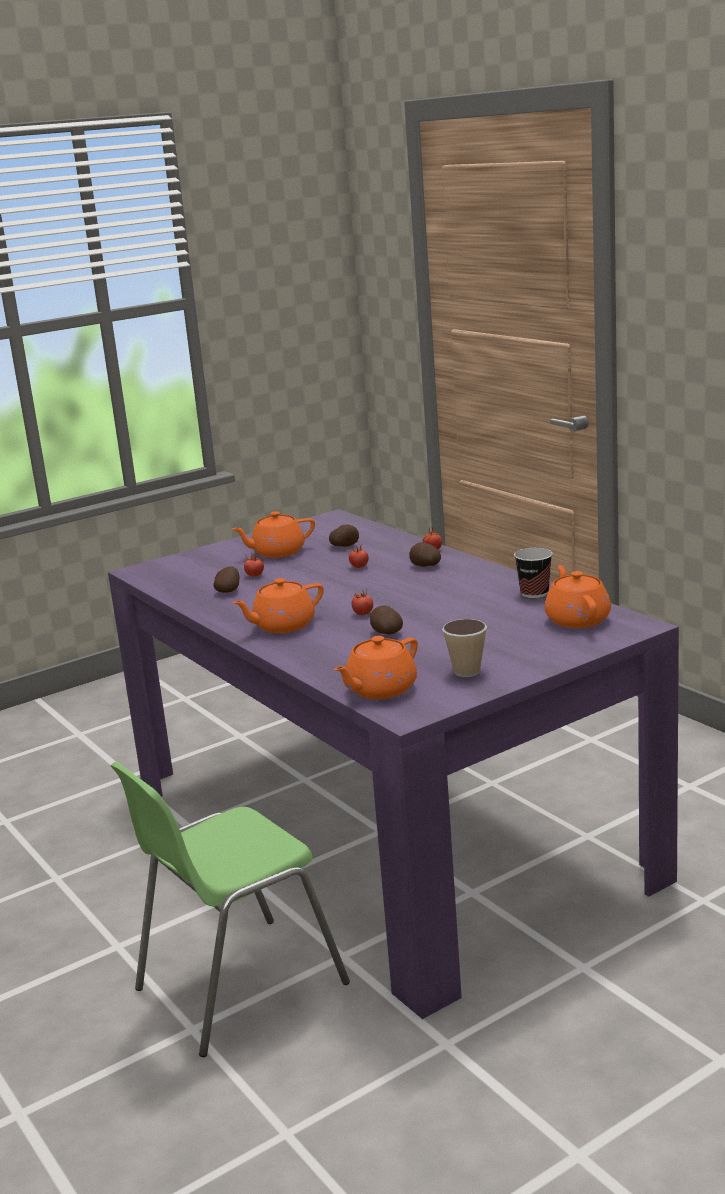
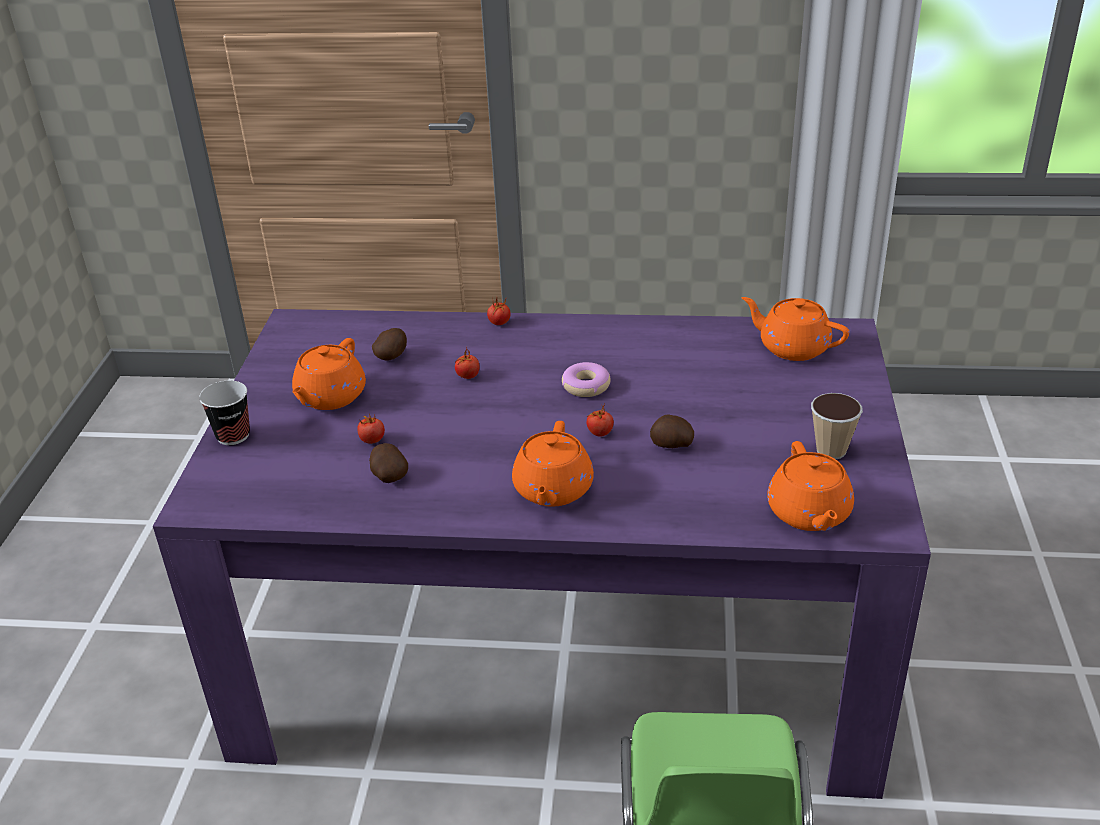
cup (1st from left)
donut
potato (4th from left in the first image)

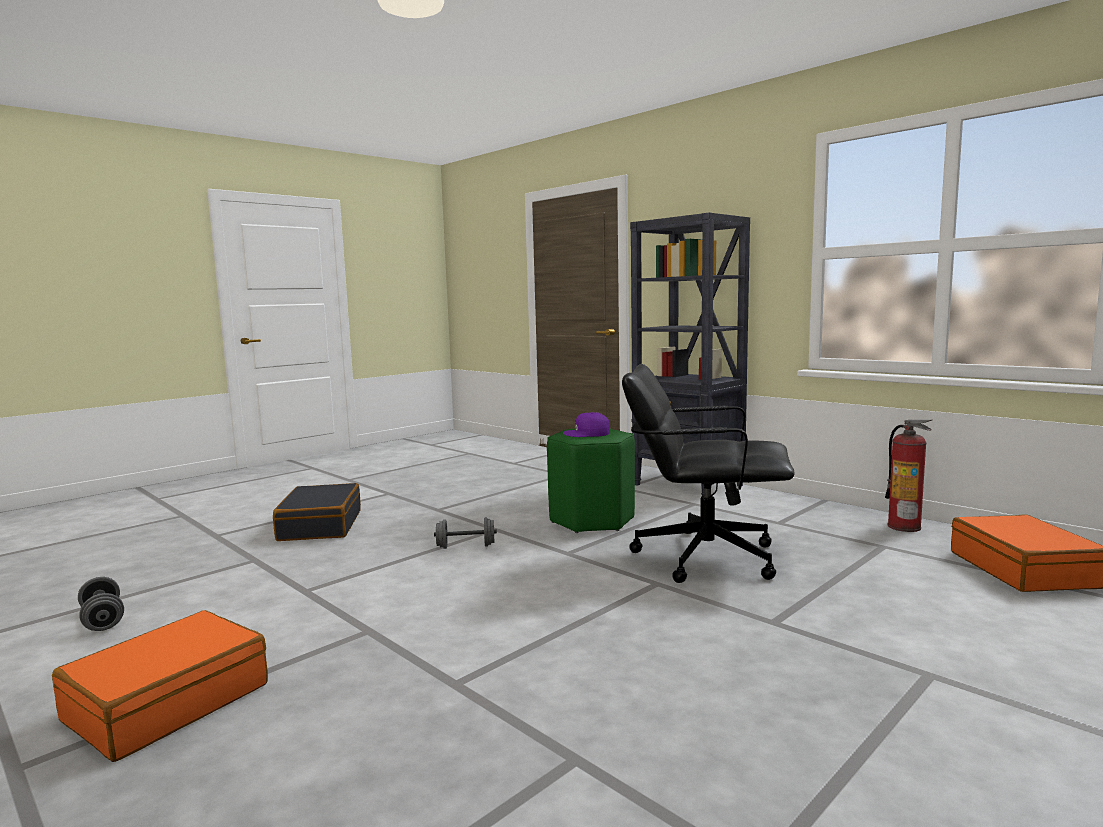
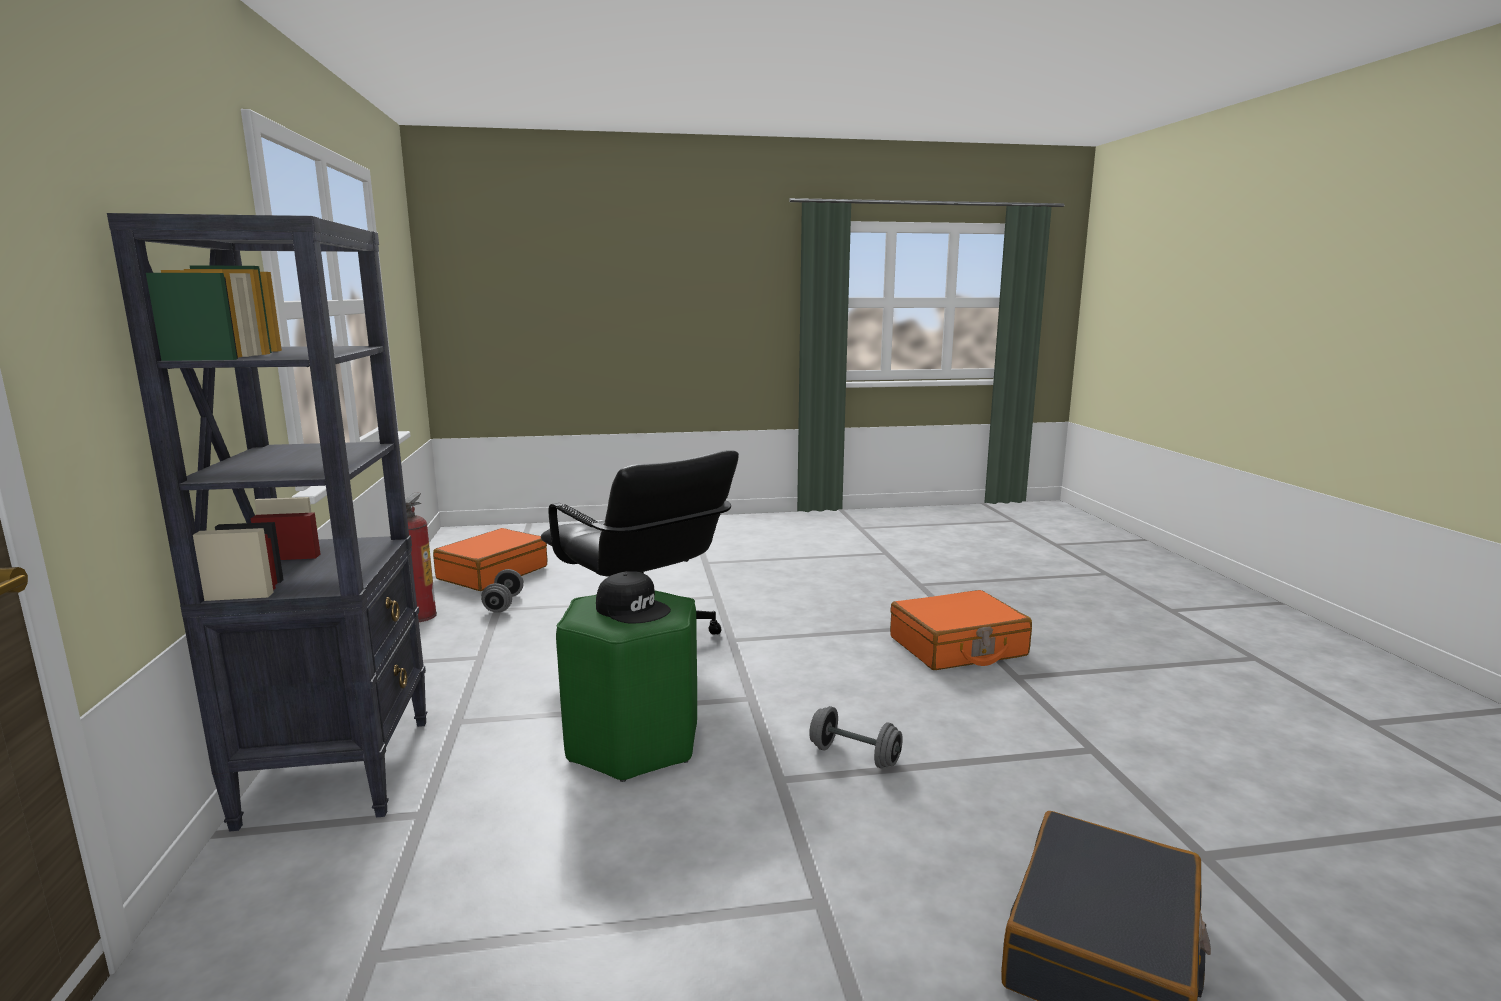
dumbbell (grey) (1st from left)
cap (black)
suitcase (orange) (2nd from left)

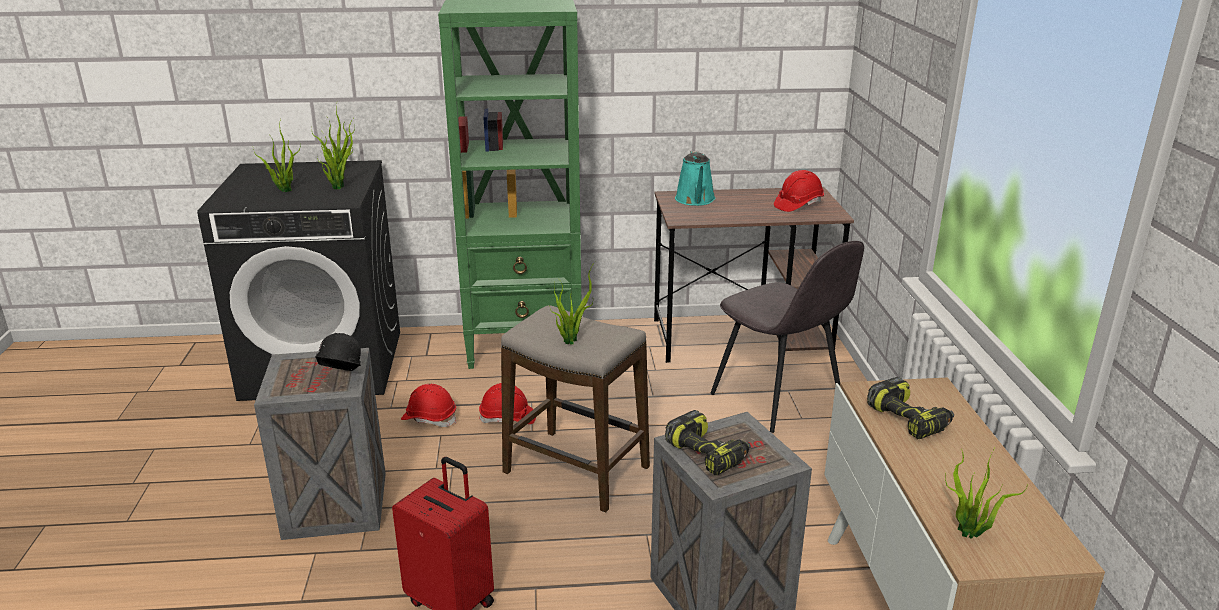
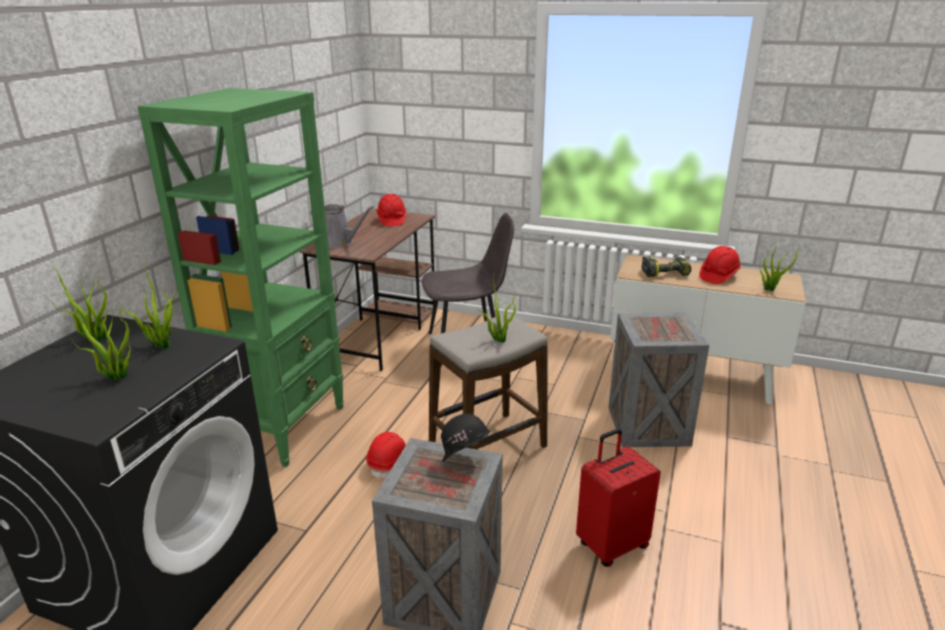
watering can (grey)
hard hat (red) (3rd from left)
power drill (1st from left in the first image)

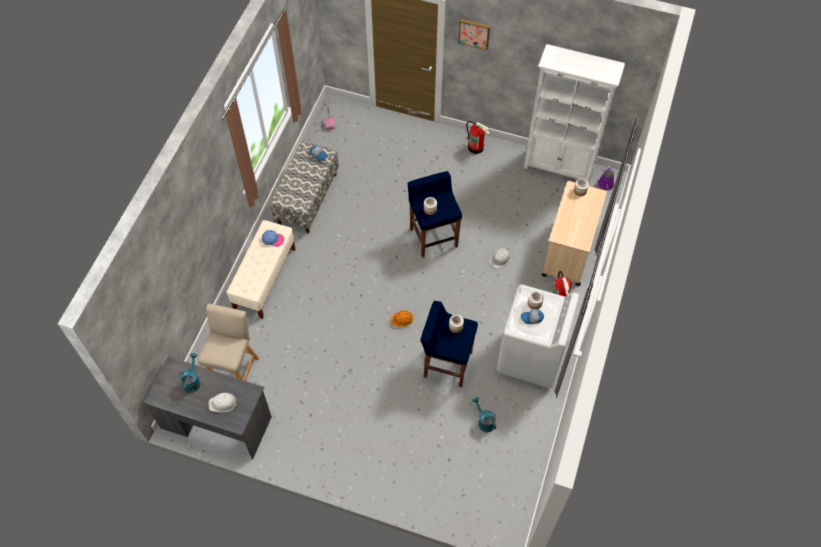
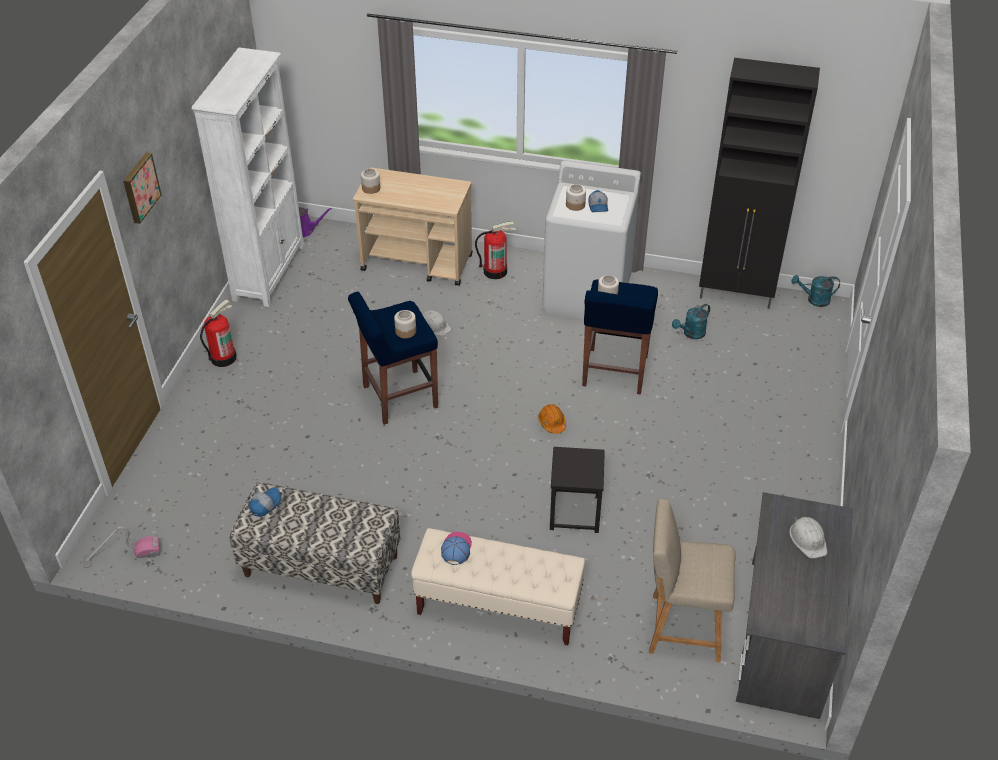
stool (black)
cabinet (black)
watering can (turquoise) (2nd from left)

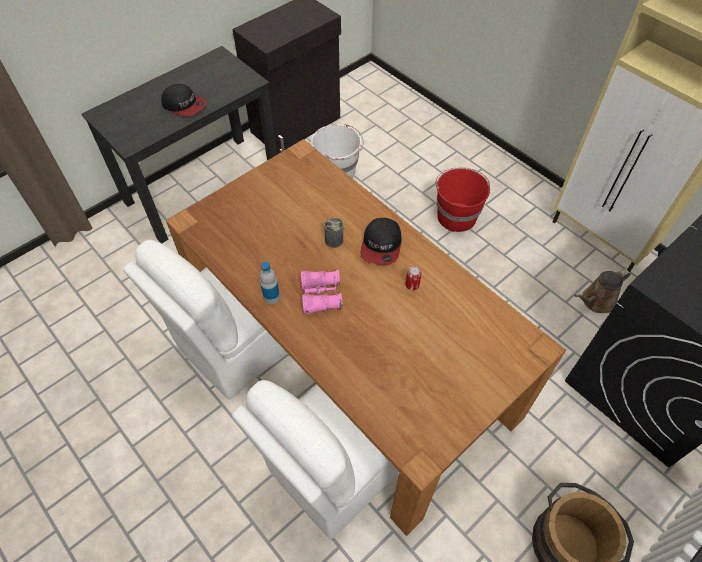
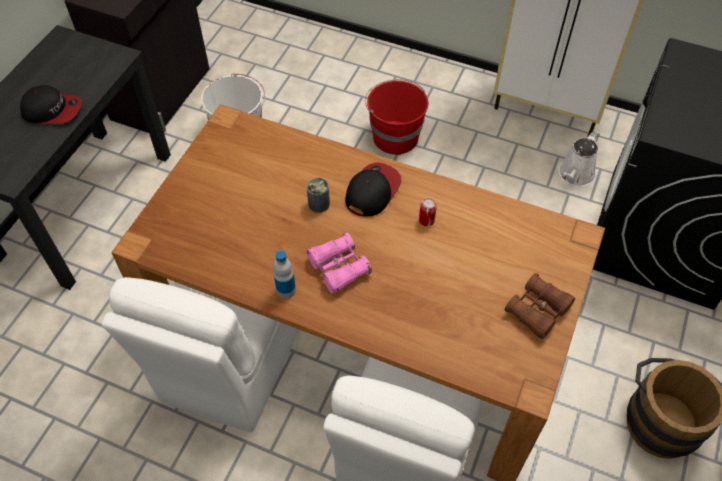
cap (2nd from left)
binoculars (brown)
watering can (white)

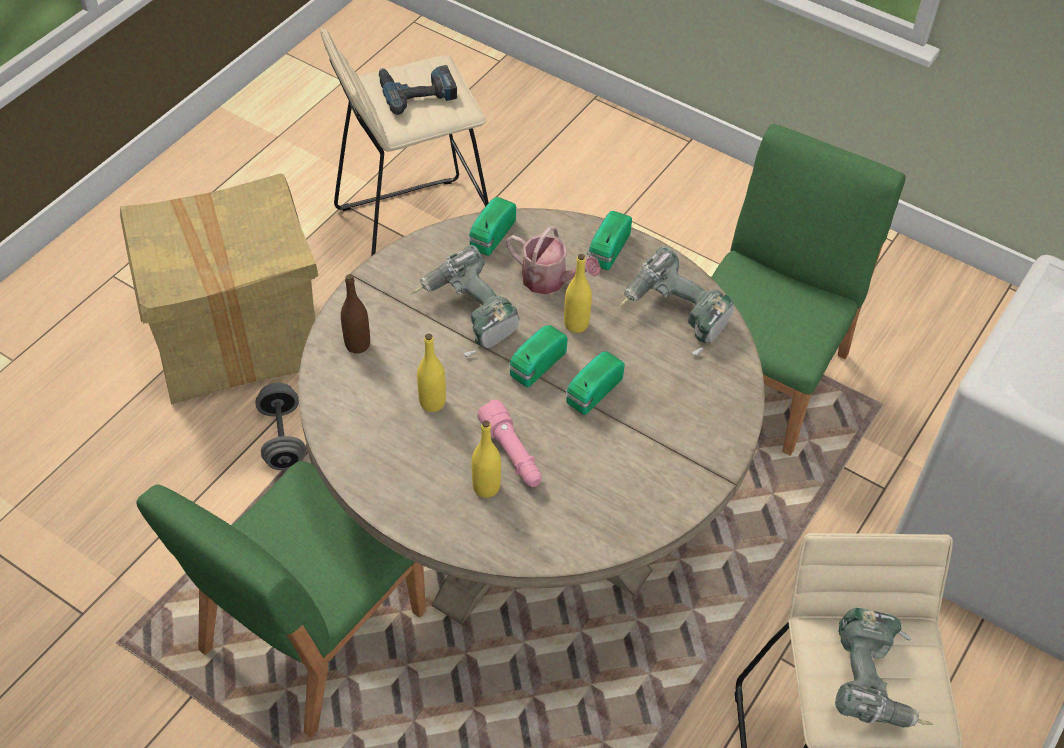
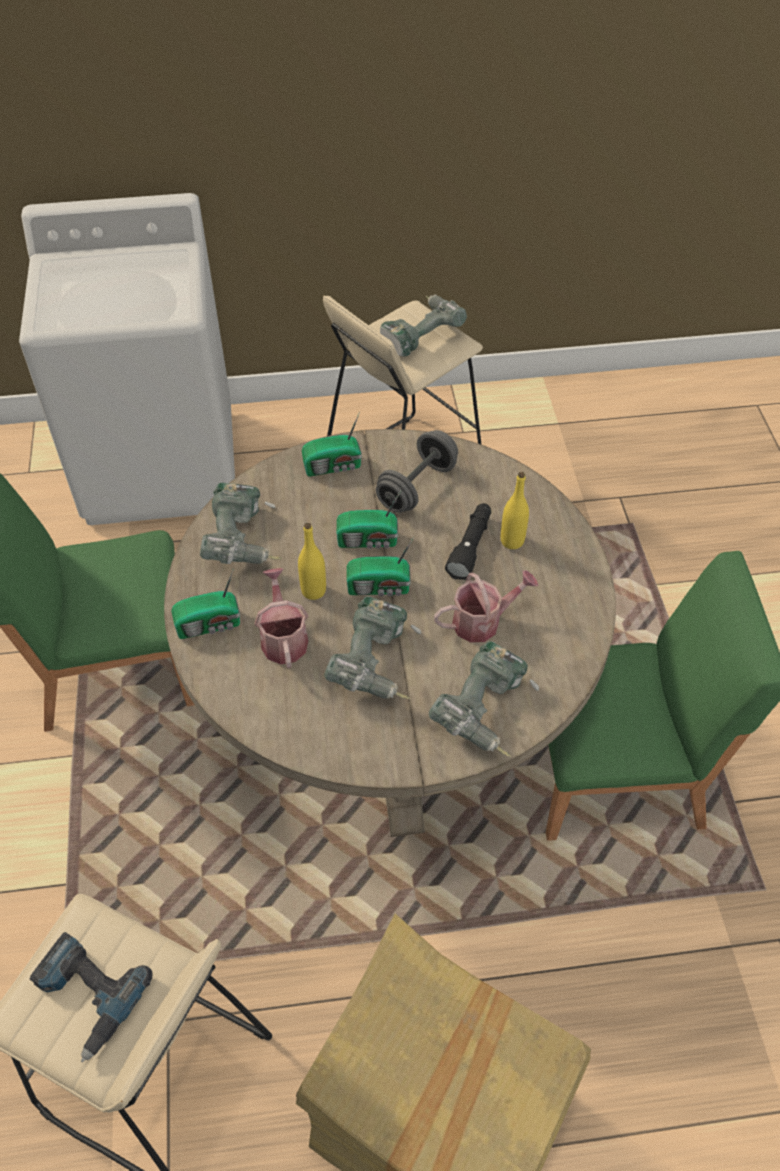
radio (2nd from left)
dumbbell (grey)
power drill (5th from left)
watering can (2nd from left)
flashlight (black)

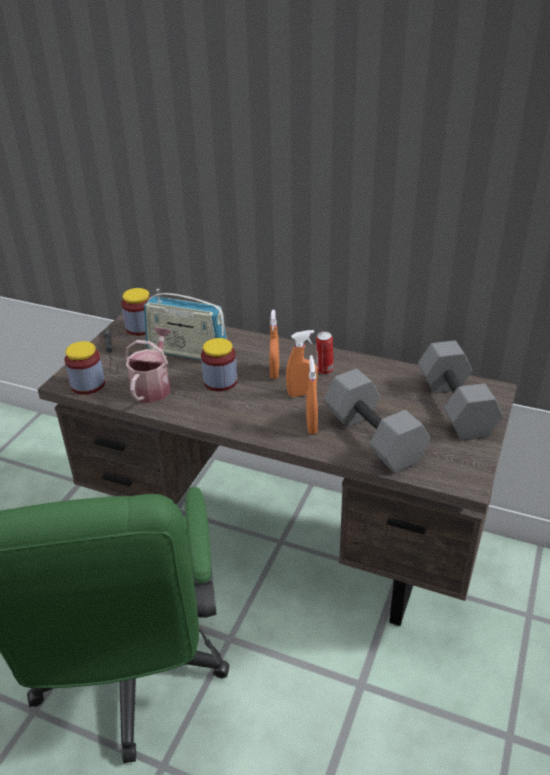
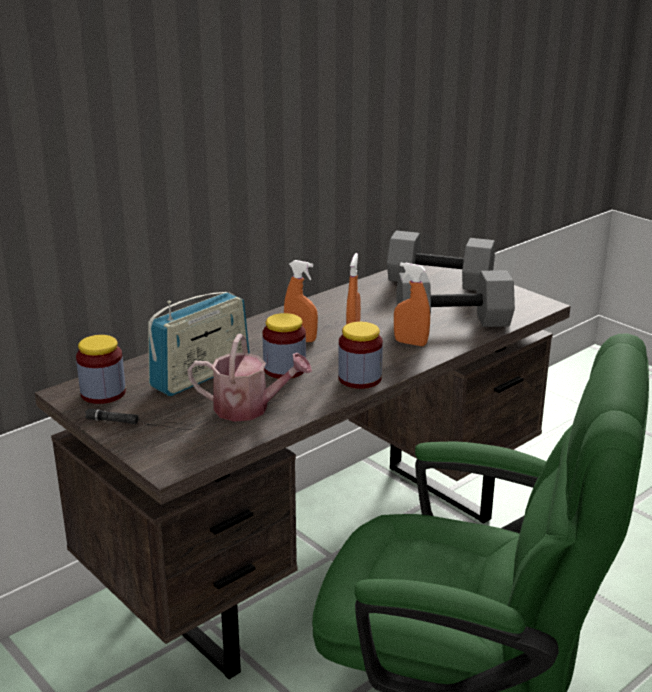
watering can
jar (3rd from left)
can

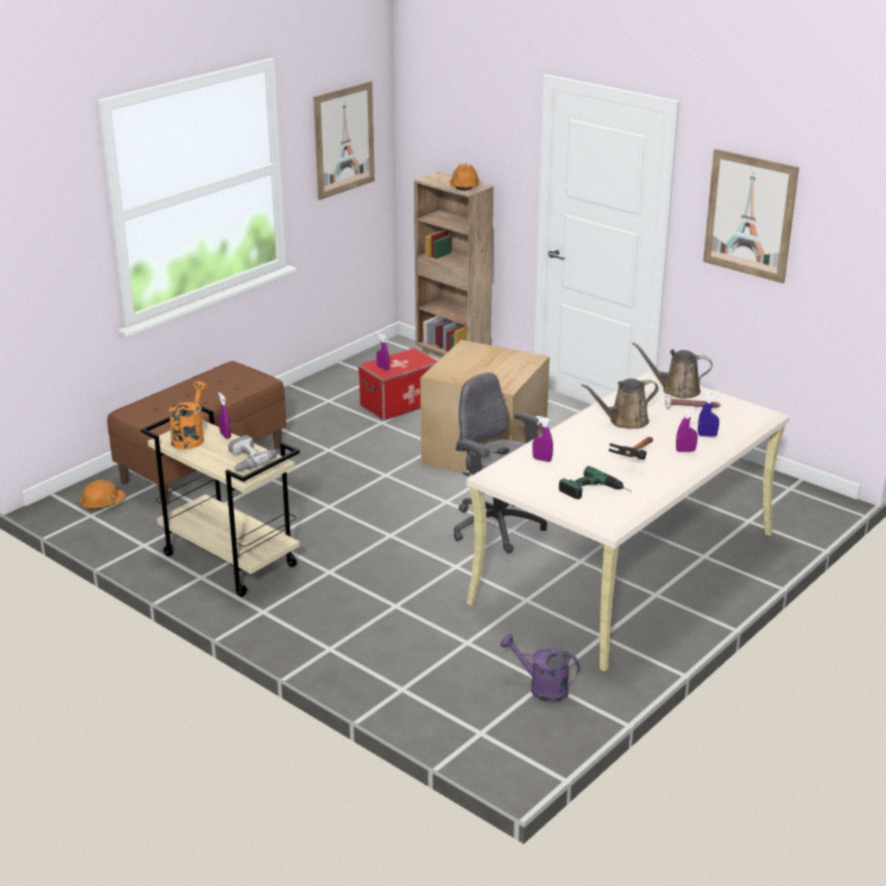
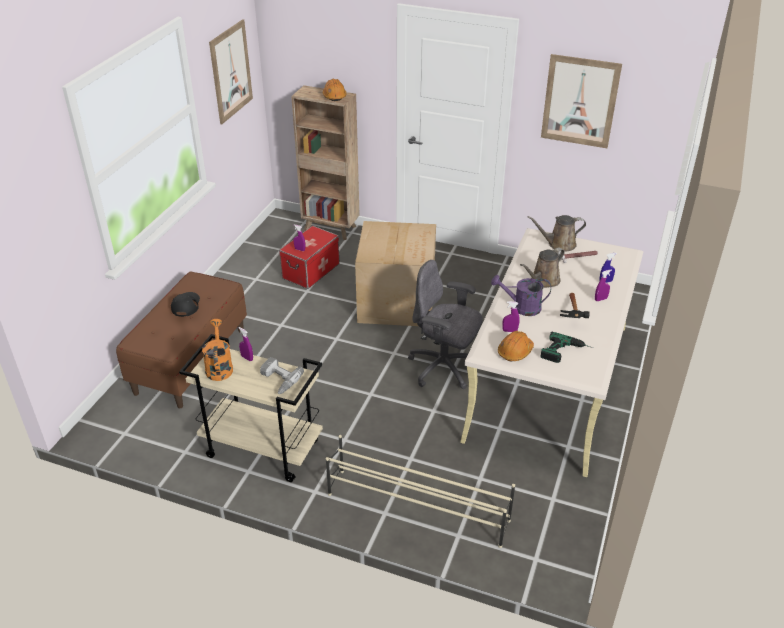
cap (black)
shoe rack (beige)
watering can (purple)
hard hat (orange) (2nd from left)

